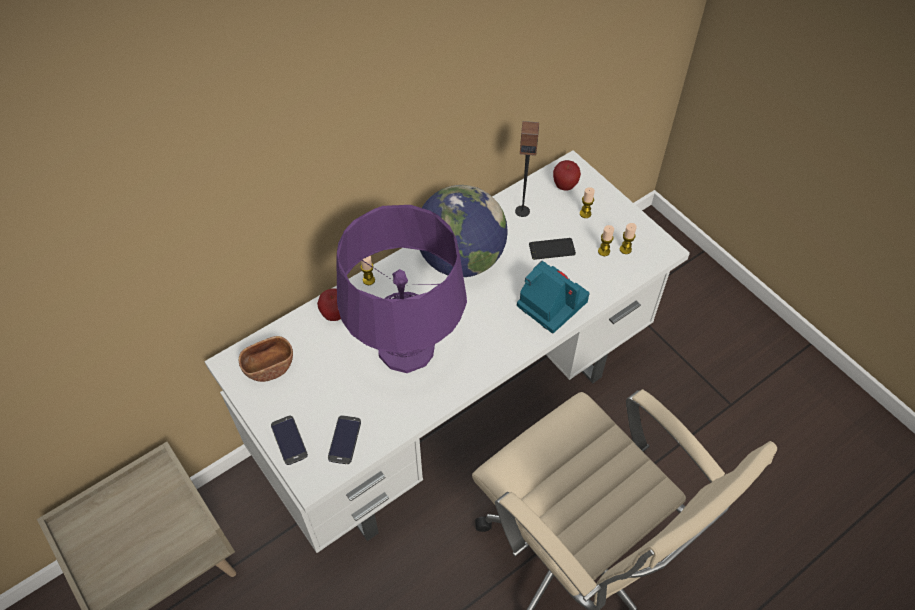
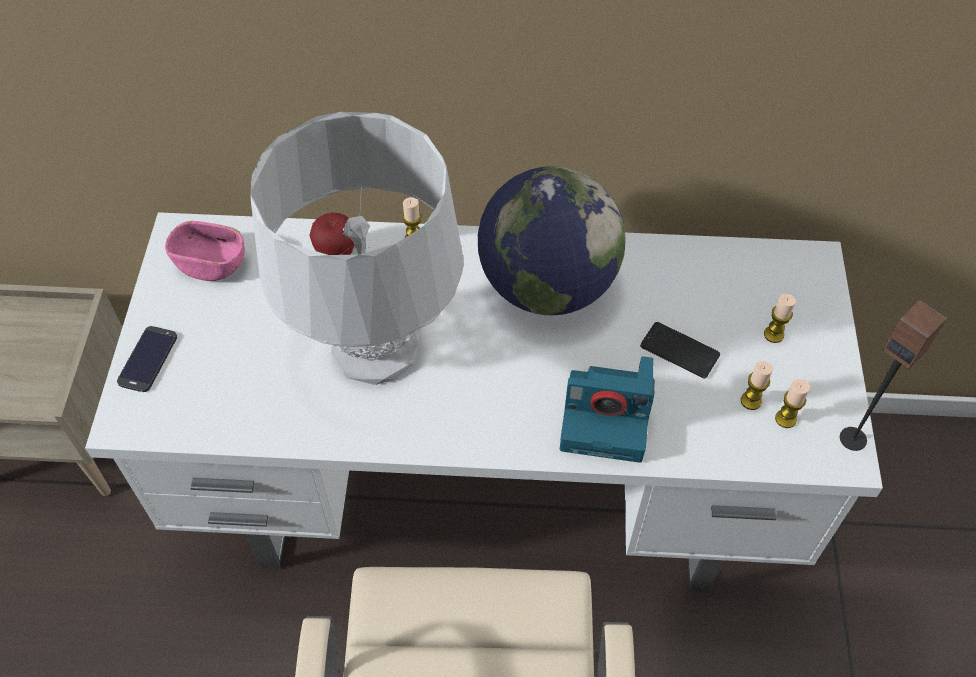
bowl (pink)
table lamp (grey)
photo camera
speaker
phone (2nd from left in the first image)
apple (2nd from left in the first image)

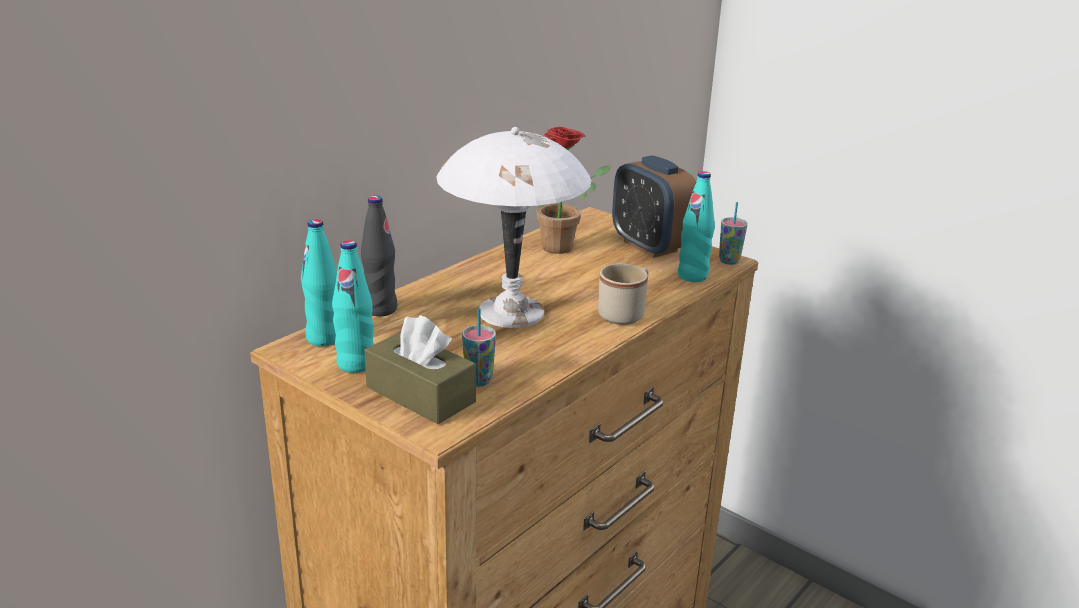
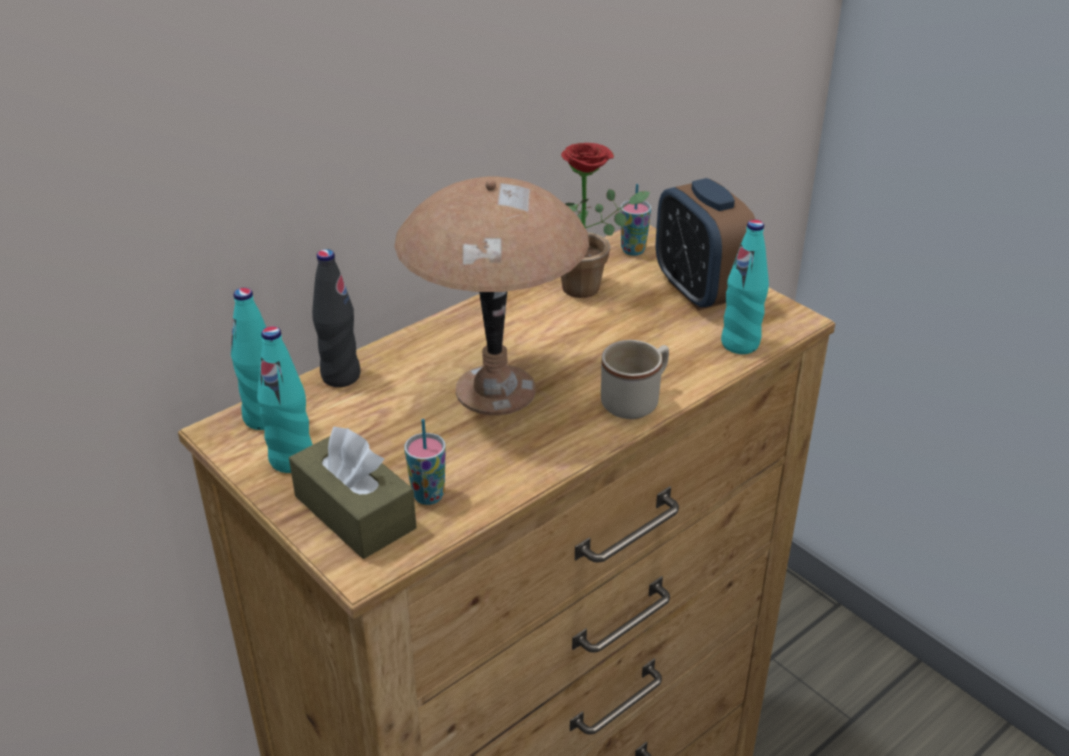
table lamp (brown)
cup (2nd from left)

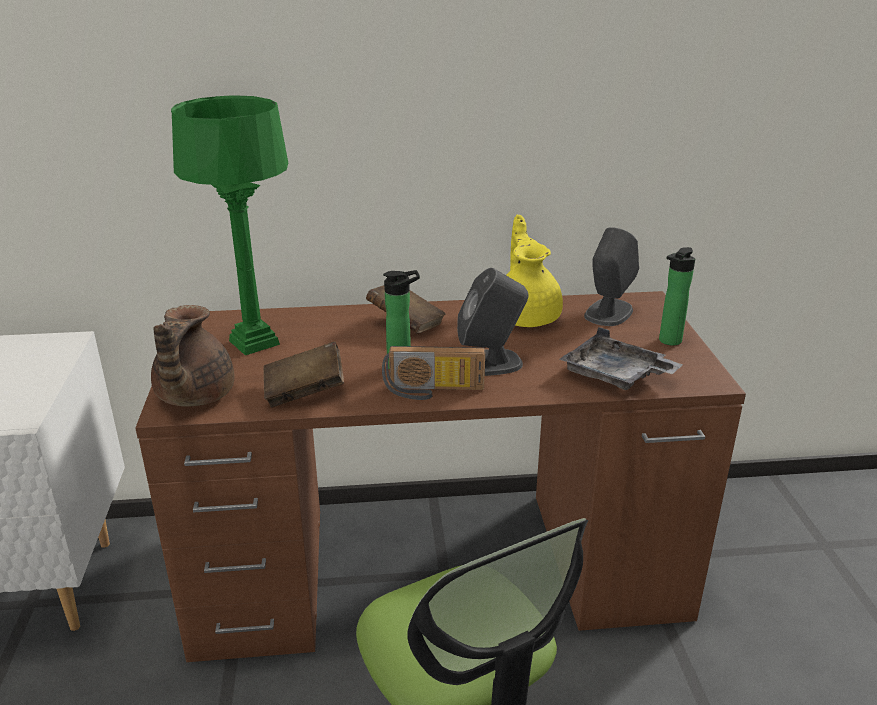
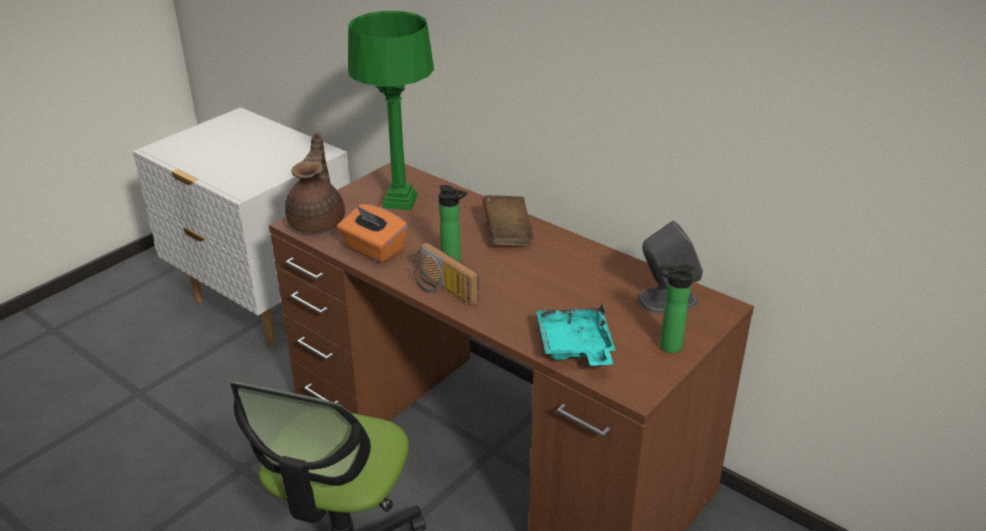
teapot (brown)
tissue box (orange)
tray (turquoise)
speaker (grey) (1st from left in the first image)
teapot (yellow)

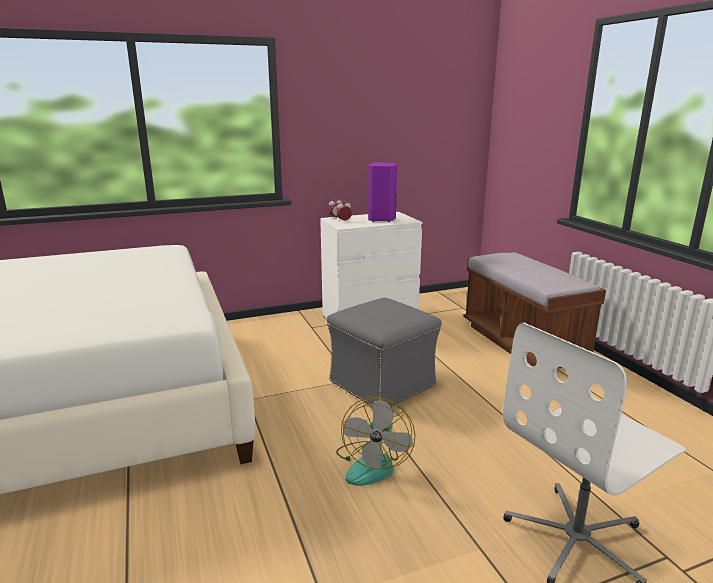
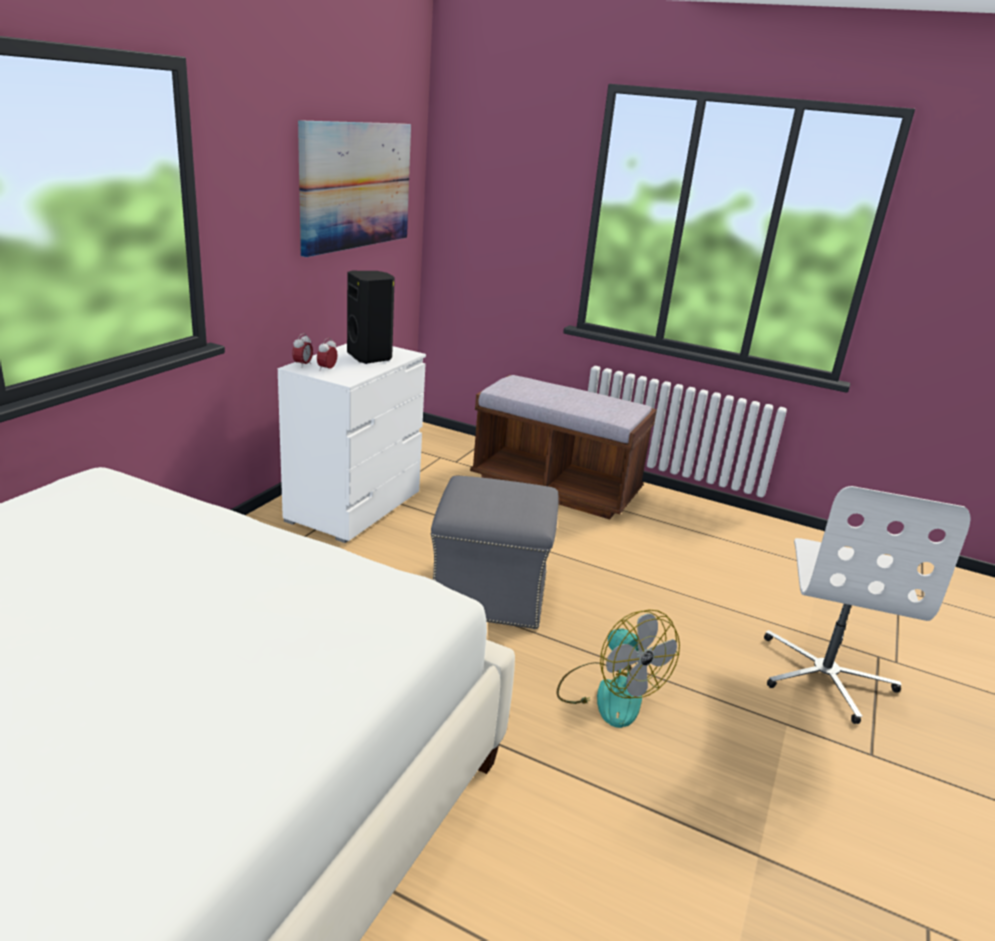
picture
speaker (black)

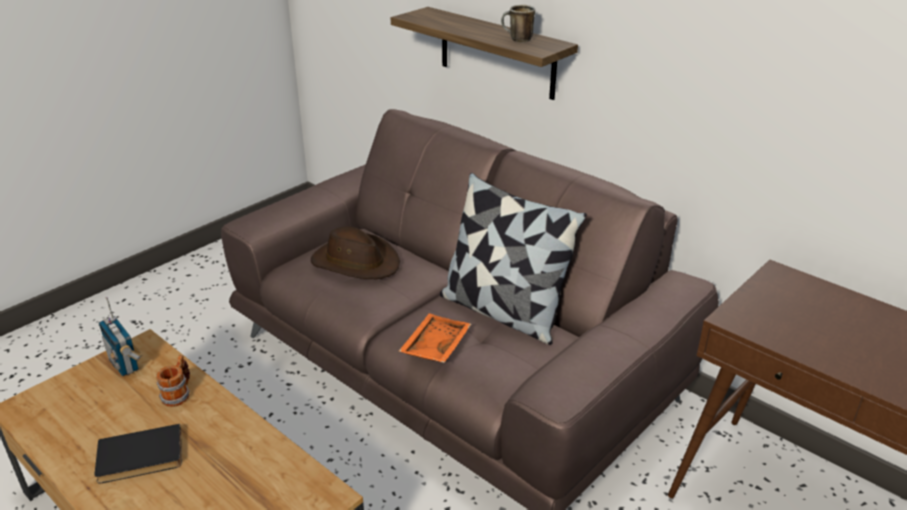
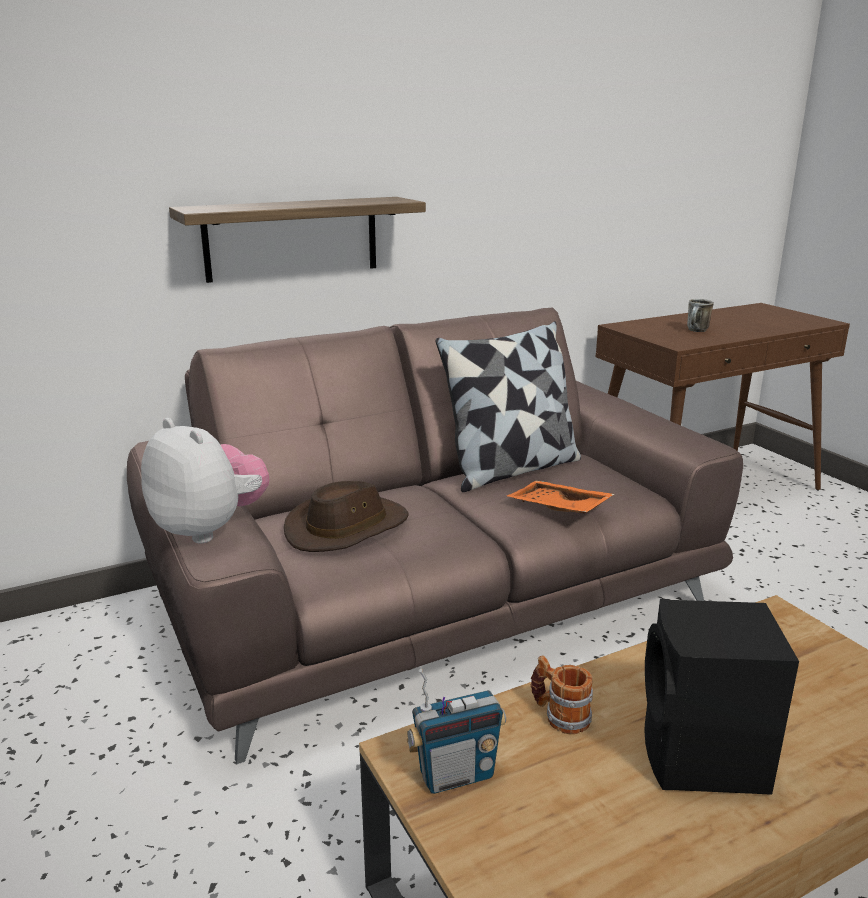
plush toy
speaker (black)
mug (2nd from left)

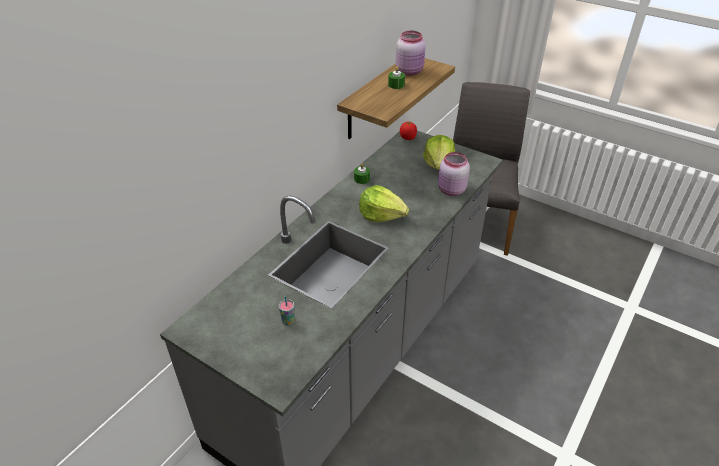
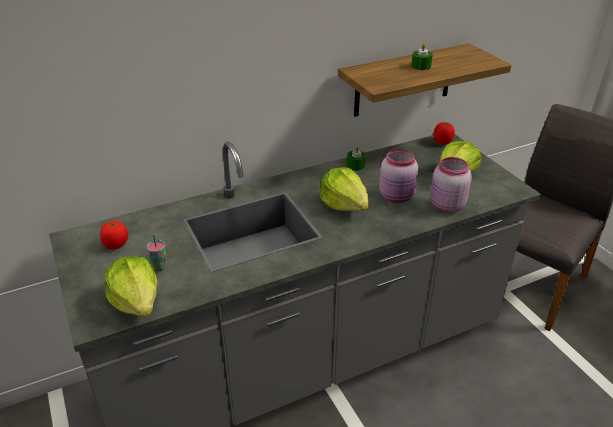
tomato (1st from left)
lettuce (1st from left)
jar (pink) (1st from left)

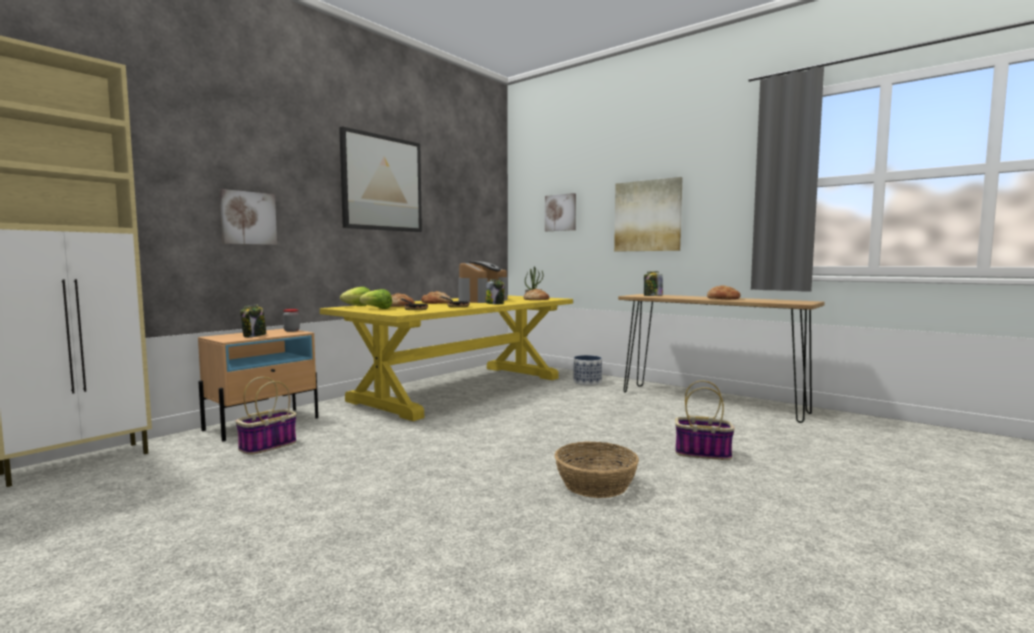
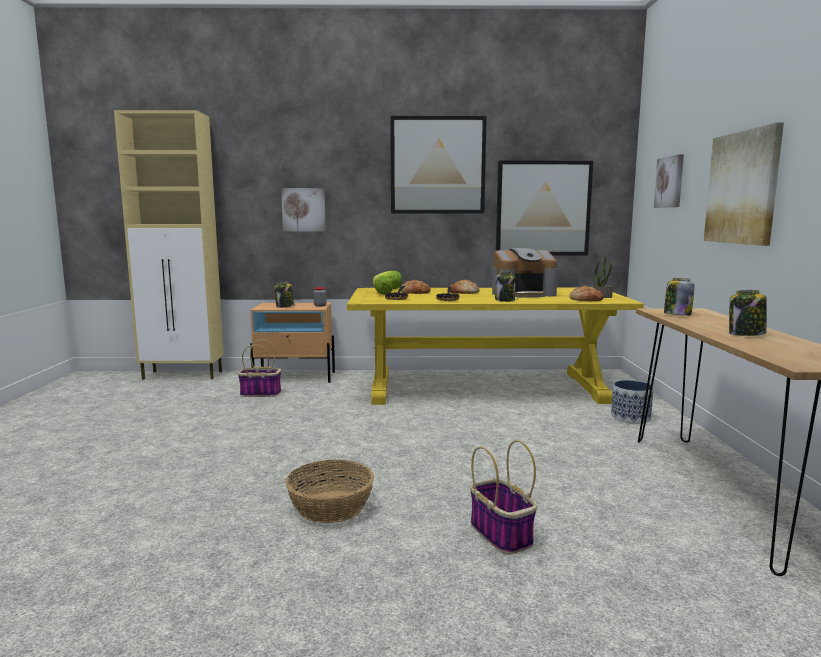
picture (3rd from left)
jar (5th from left)

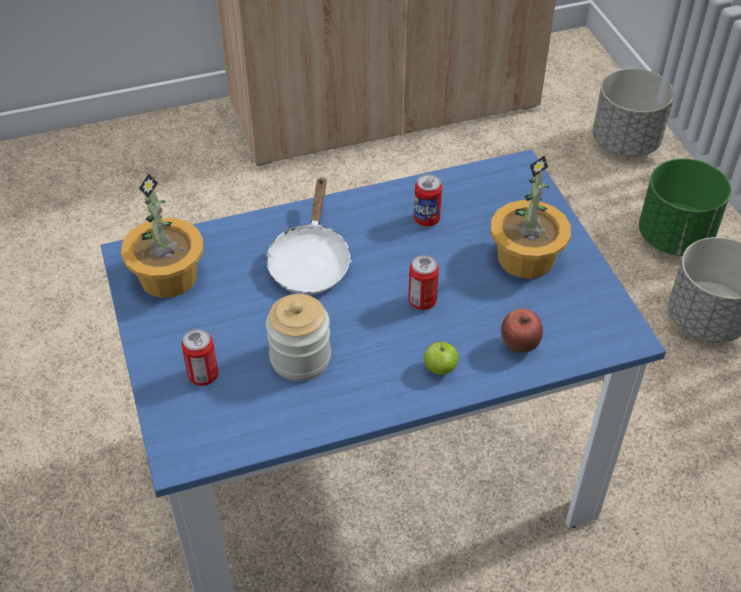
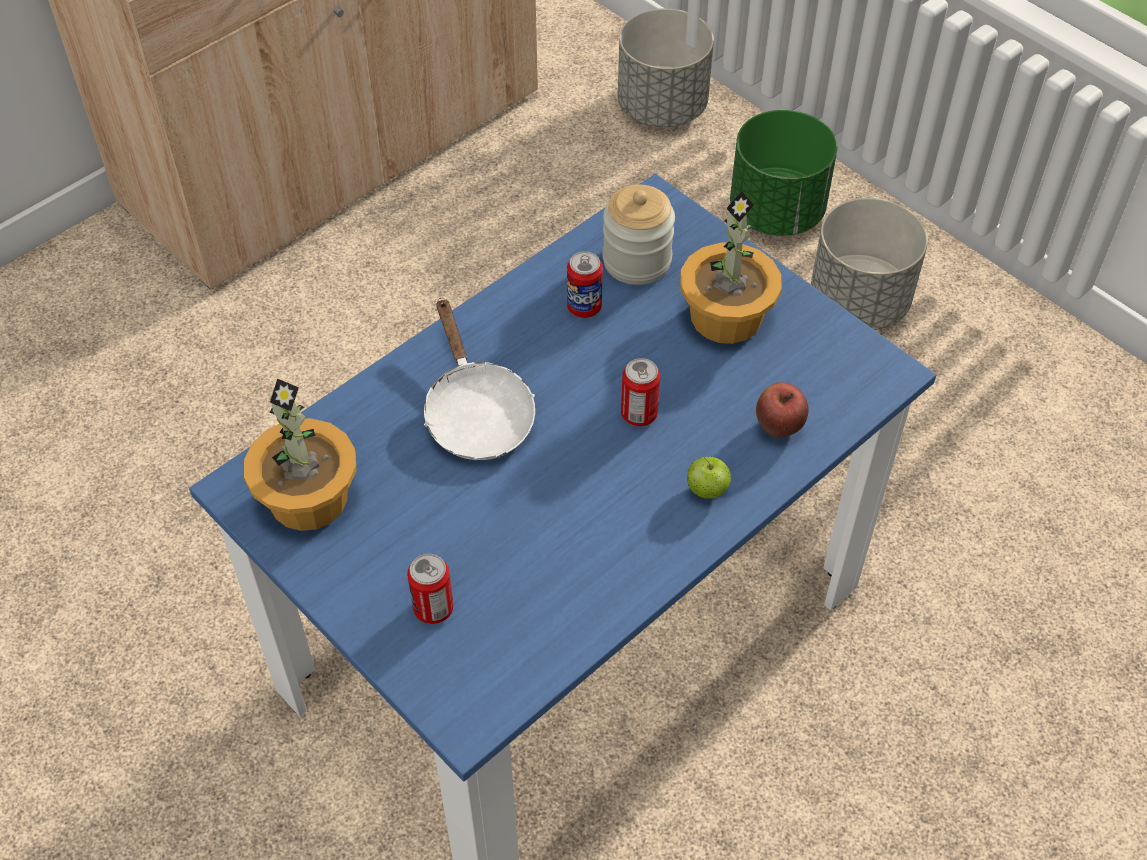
jar

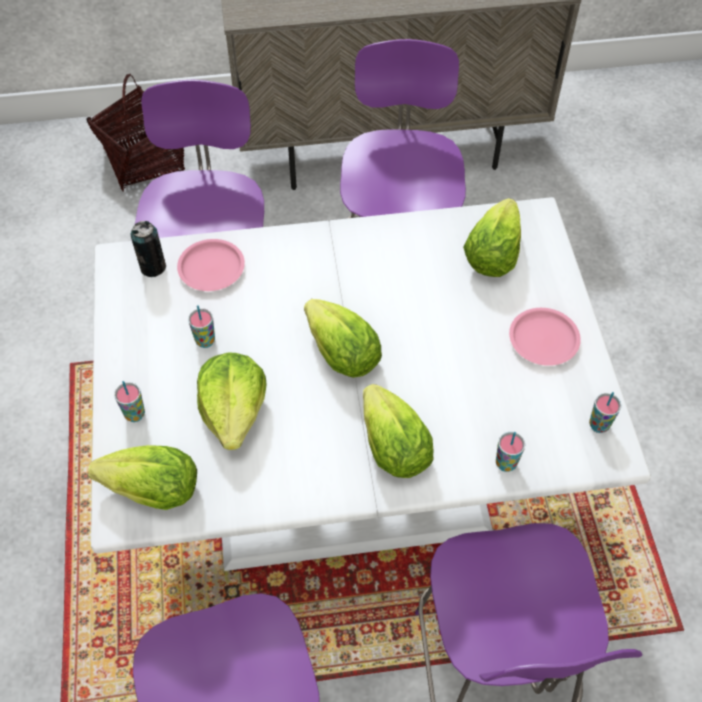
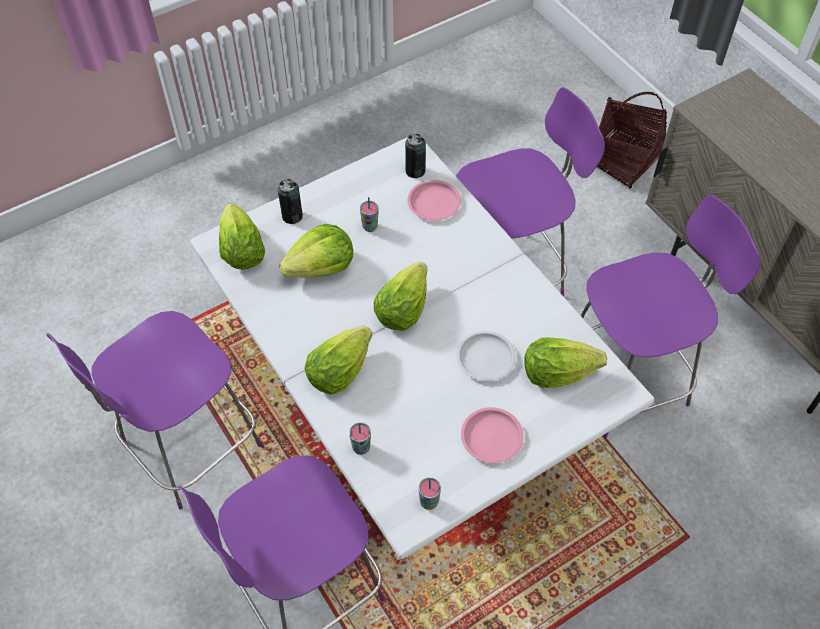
can (1st from left)
plate (white)

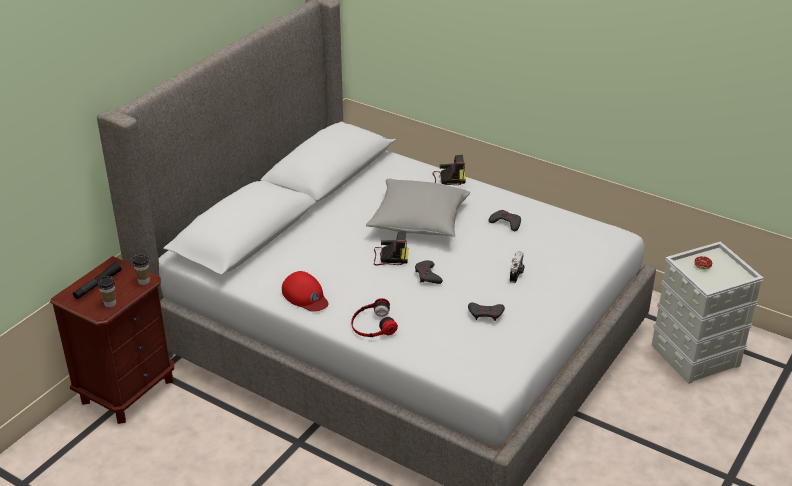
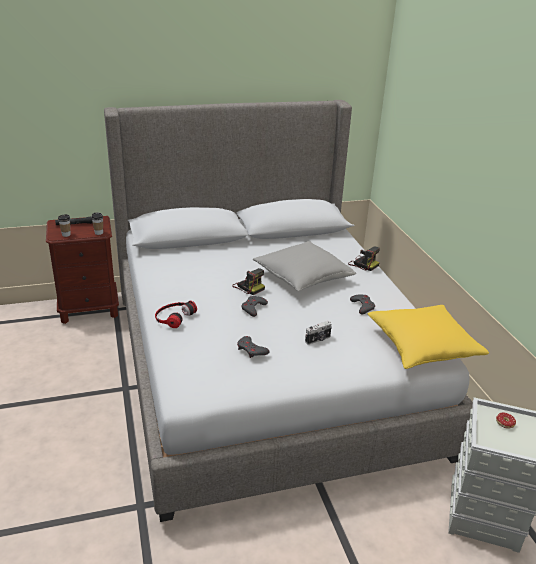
pillow (yellow)
cap (red)

